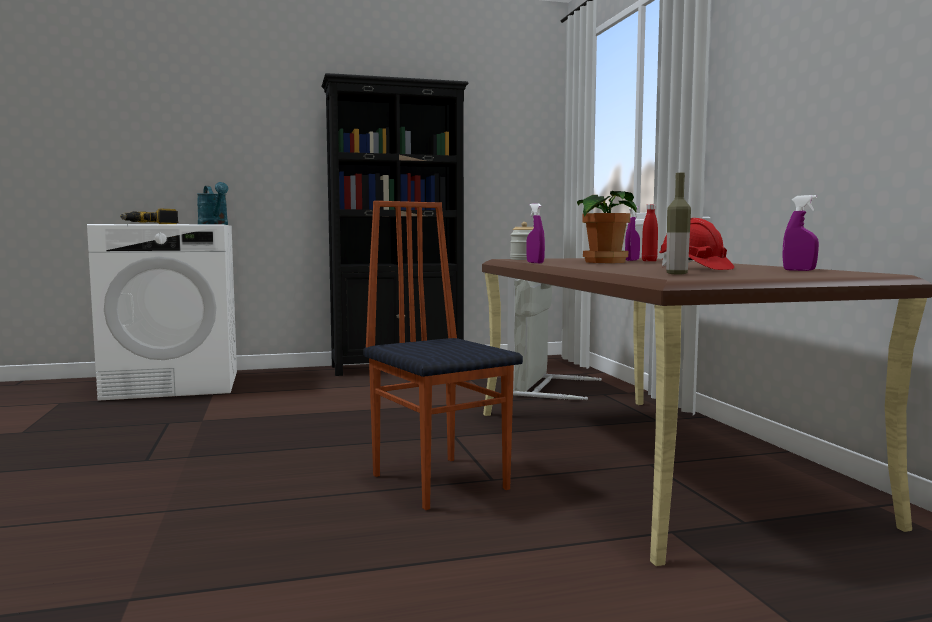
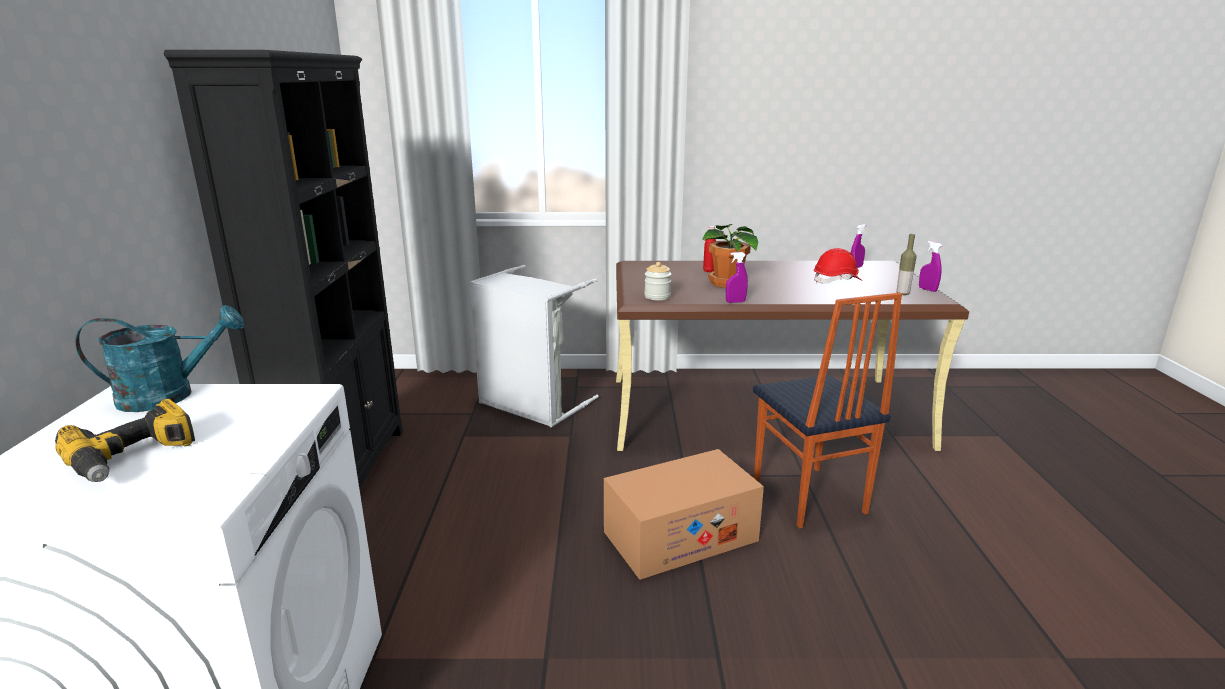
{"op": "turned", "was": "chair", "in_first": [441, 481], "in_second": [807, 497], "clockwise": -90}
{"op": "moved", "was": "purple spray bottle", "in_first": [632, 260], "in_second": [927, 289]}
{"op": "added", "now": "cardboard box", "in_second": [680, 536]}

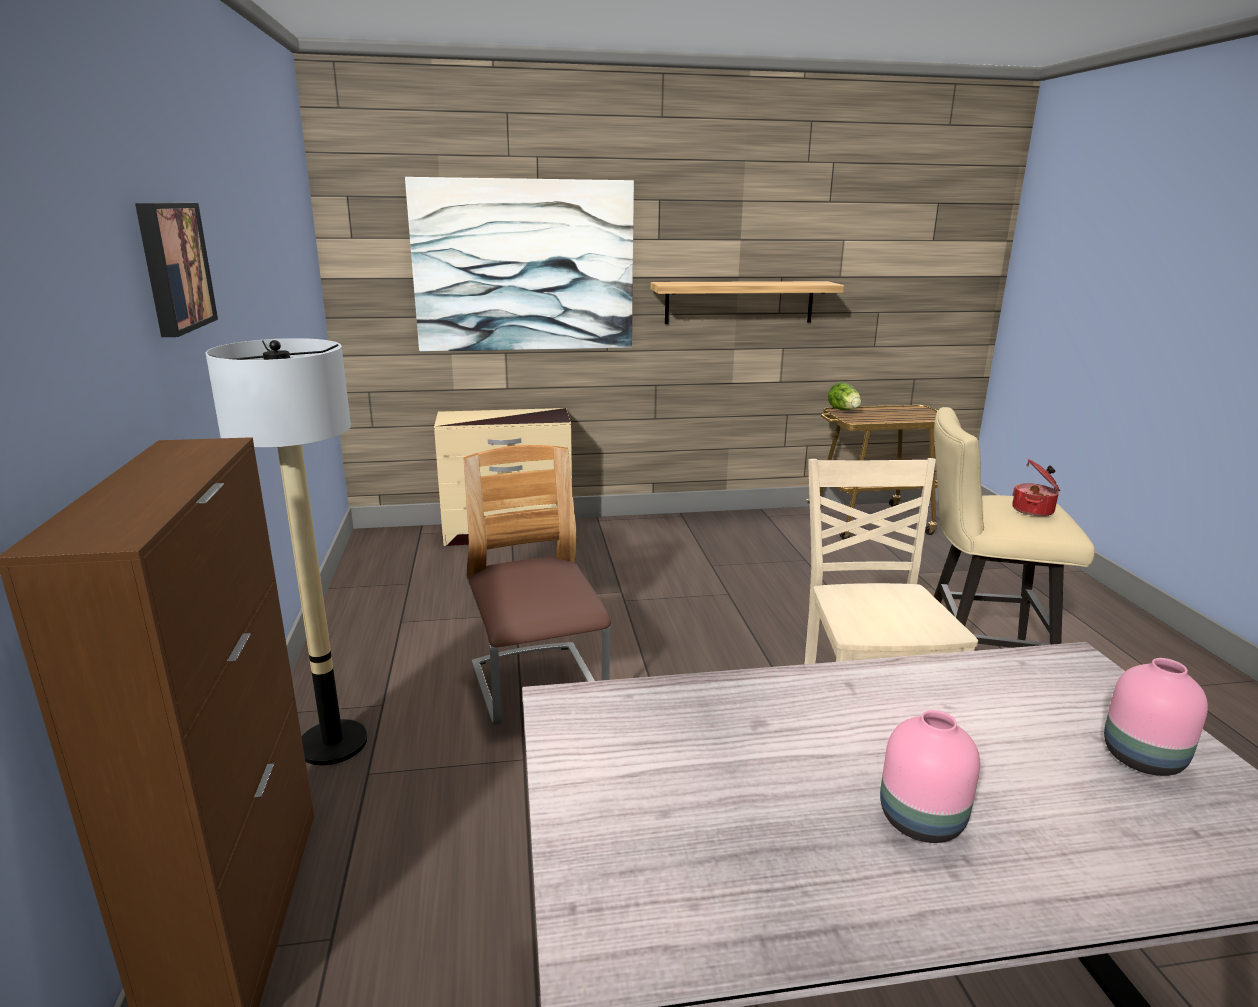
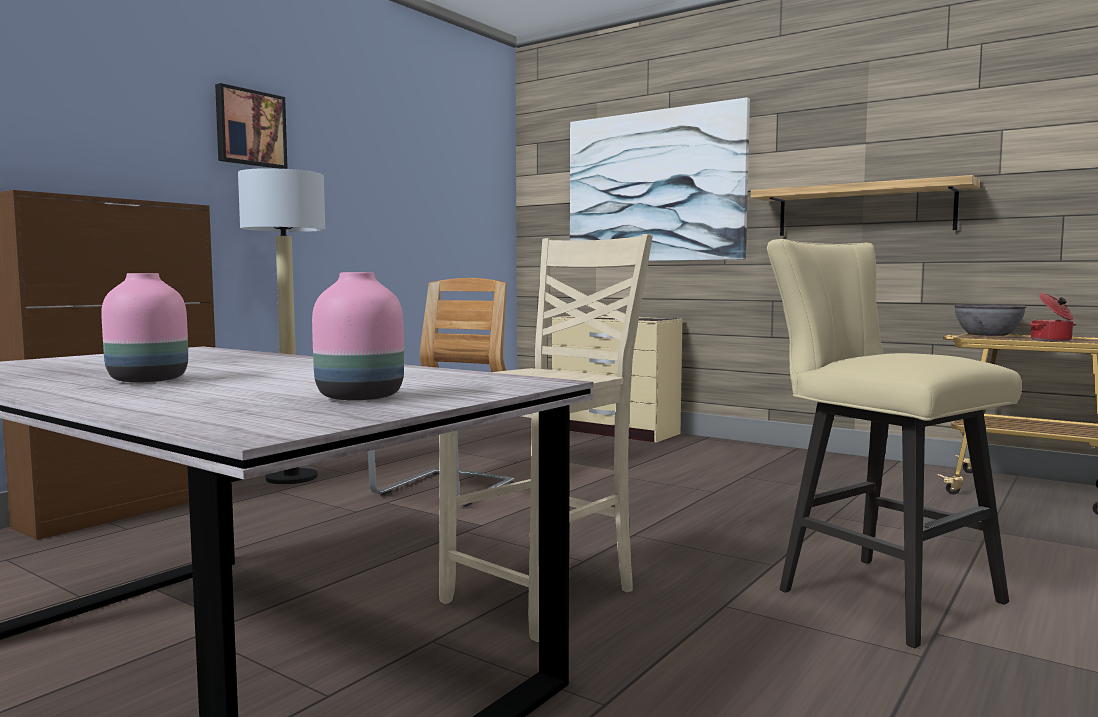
{"op": "replaced", "was": "lettuce", "now": "grey bowl", "in_first": [844, 410], "in_second": [988, 334]}
{"op": "moved", "was": "cooking pot", "in_first": [1034, 510], "in_second": [1052, 340]}

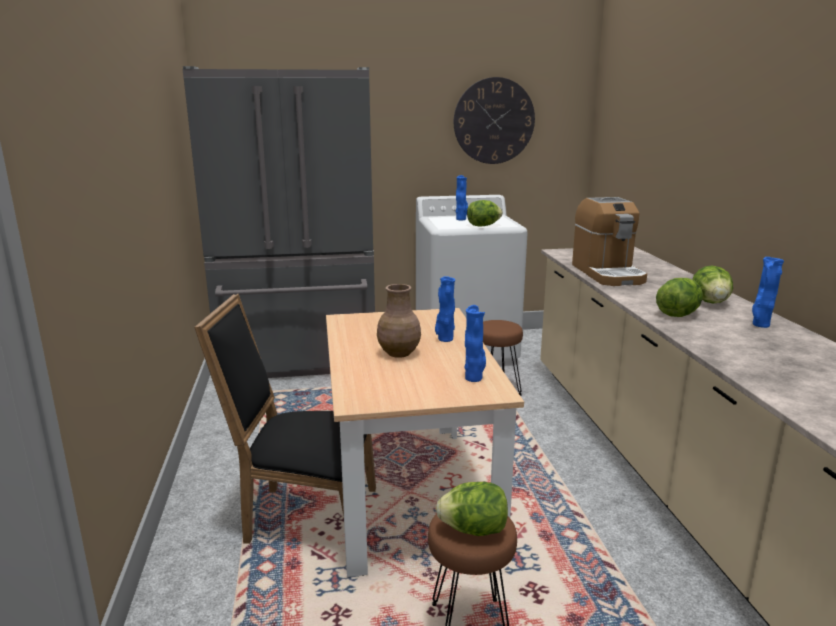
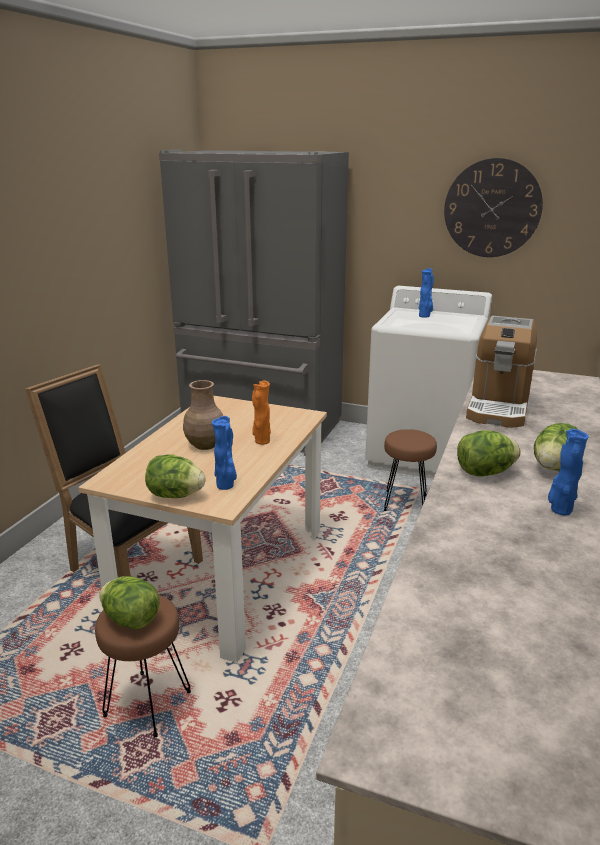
{"op": "moved", "was": "lettuce", "in_first": [483, 226], "in_second": [175, 495]}
{"op": "recoloured", "was": "blue vase", "now": "orange vase", "in_first": [444, 339], "in_second": [261, 441]}

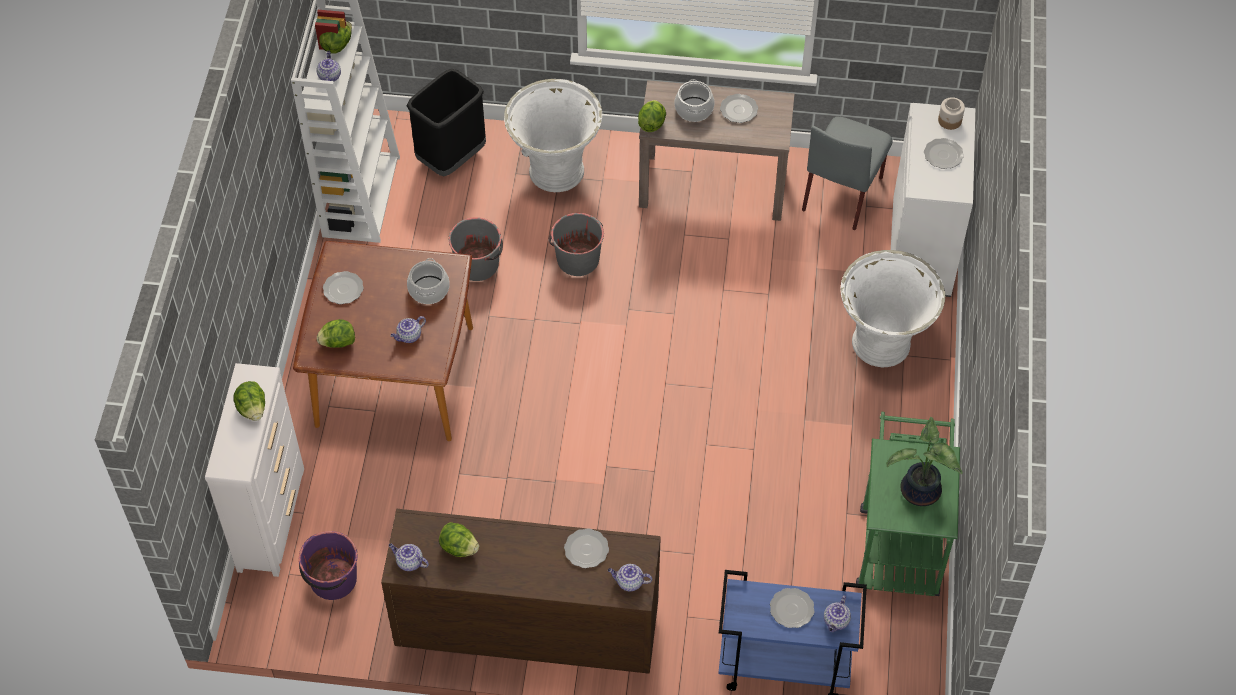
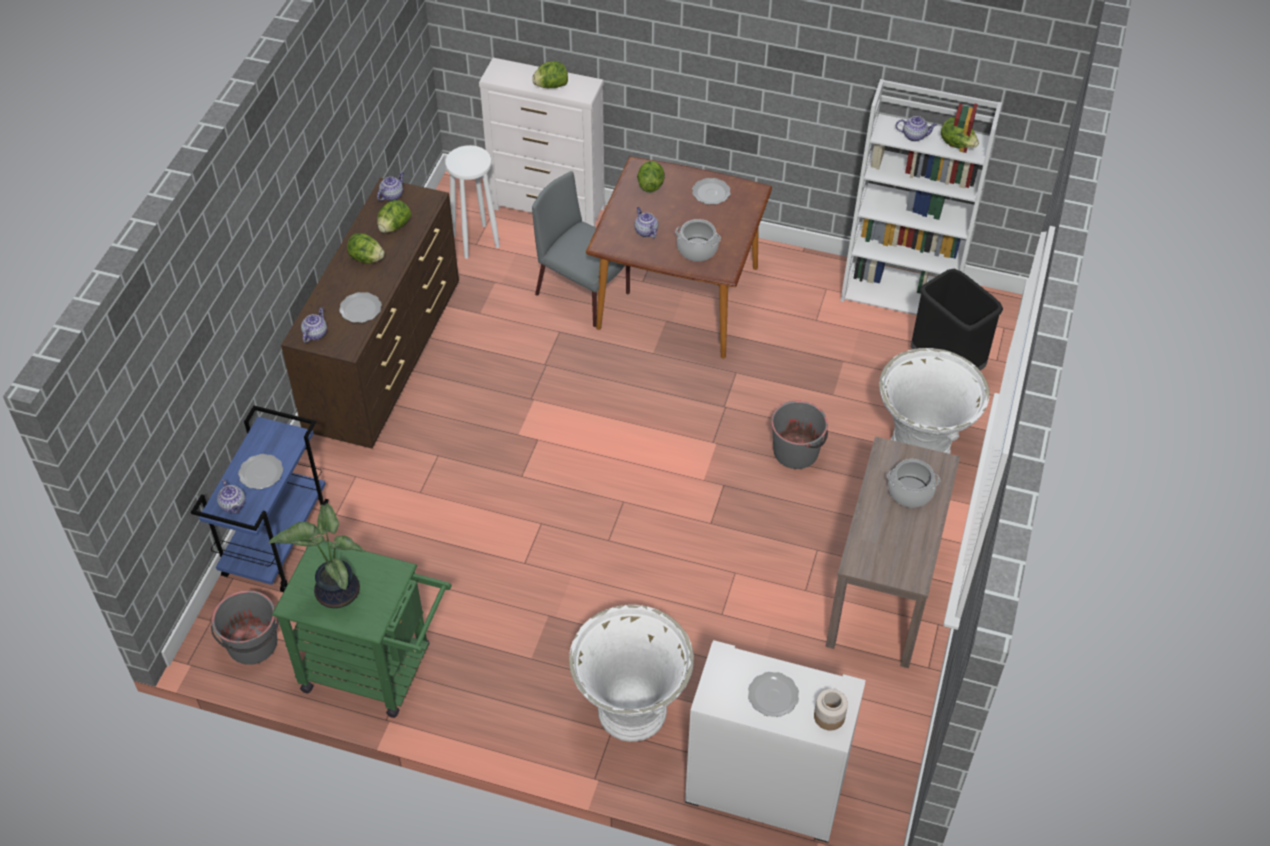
{"op": "removed", "was": "plate", "in_first": [738, 109]}
{"op": "moved", "was": "lettuce", "in_first": [652, 123], "in_second": [366, 259]}
{"op": "moved", "was": "grey chair", "in_first": [843, 192], "in_second": [584, 294]}
{"op": "moved", "was": "grey bucket", "in_first": [478, 264], "in_second": [253, 644]}
{"op": "replaced", "was": "purple bucket", "now": "white stool", "in_first": [332, 580], "in_second": [476, 241]}
{"op": "turned", "was": "teapot", "in_first": [836, 621], "in_second": [233, 505], "clockwise": -150}

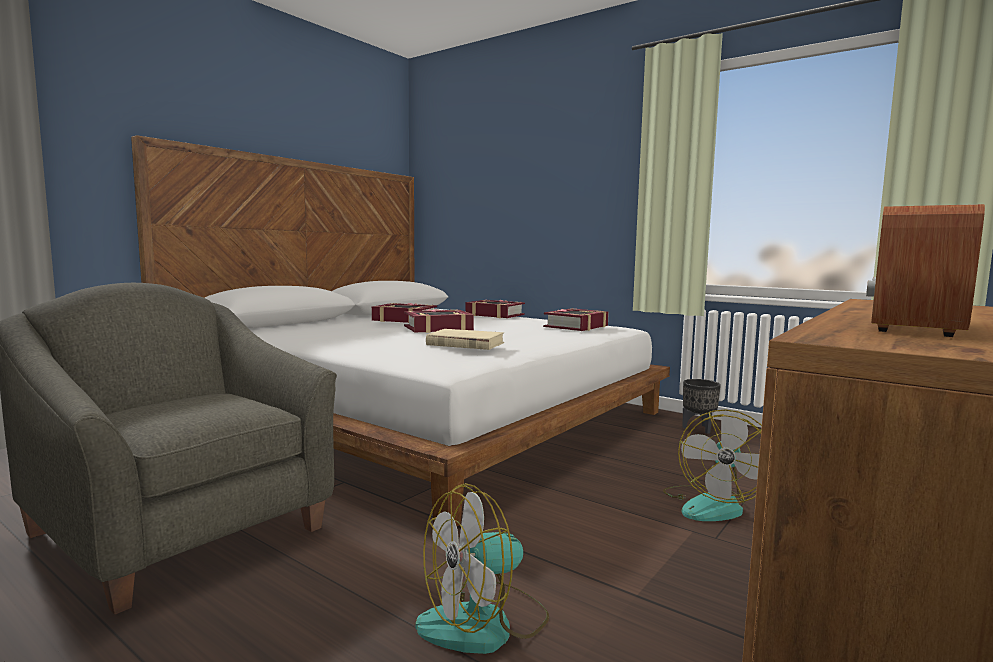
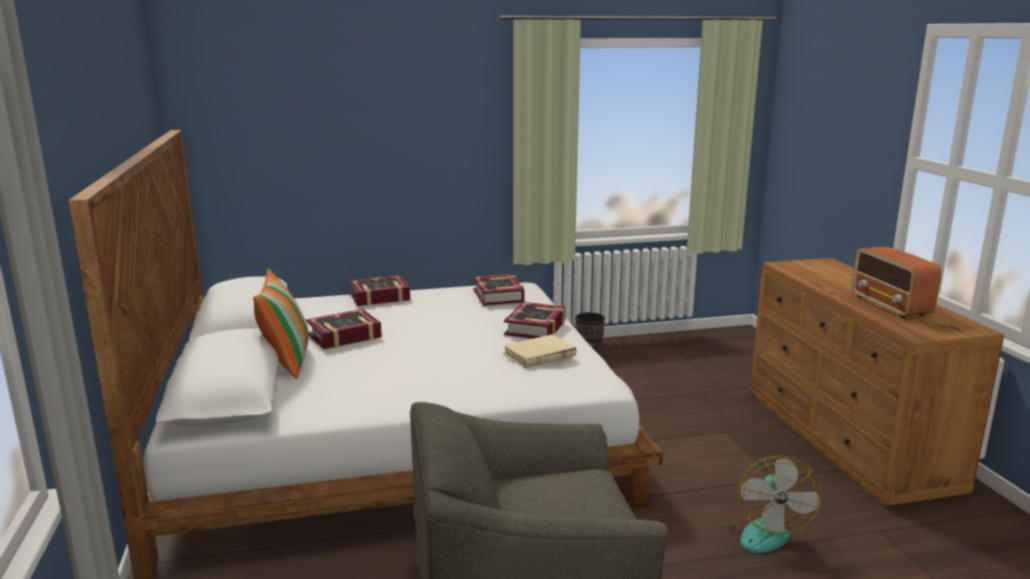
{"op": "moved", "was": "book", "in_first": [438, 328], "in_second": [536, 328]}
{"op": "removed", "was": "fan", "in_first": [712, 505]}
{"op": "added", "now": "pillow", "in_second": [286, 361]}

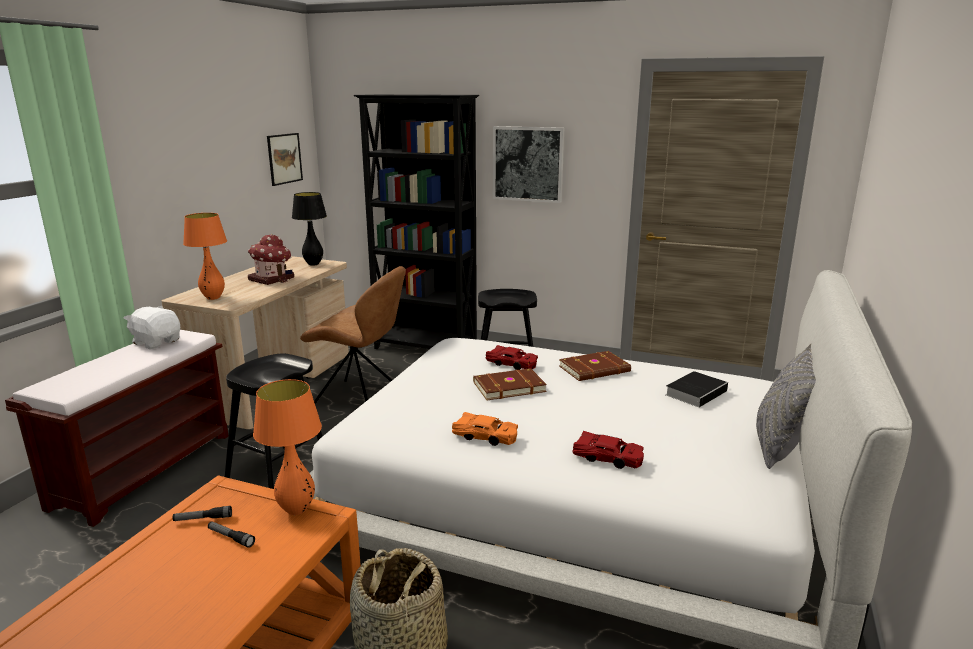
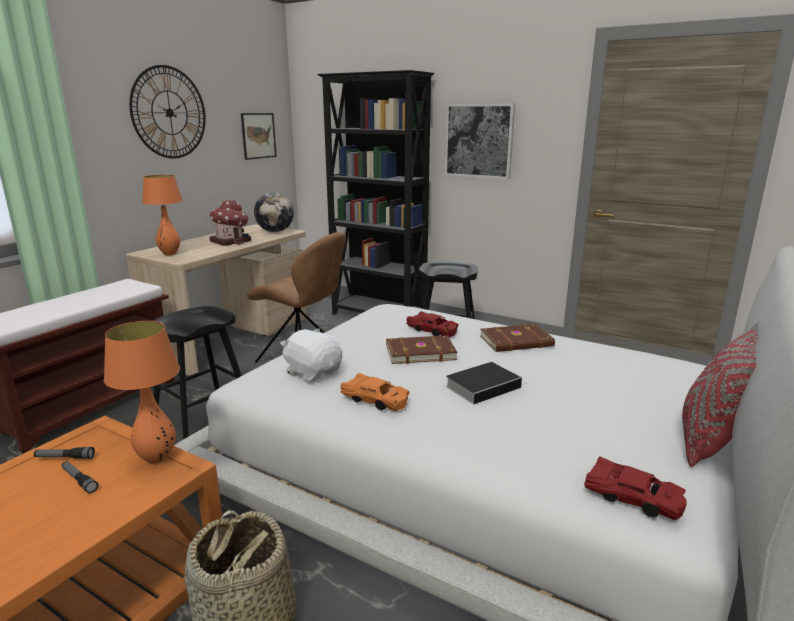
{"op": "replaced", "was": "black table lamp", "now": "globe", "in_first": [313, 264], "in_second": [275, 231]}
{"op": "moved", "was": "white plush toy", "in_first": [157, 342], "in_second": [313, 372]}
{"op": "recoloured", "was": "grey pillow", "now": "red pillow", "in_first": [779, 447], "in_second": [709, 441]}
{"op": "moved", "was": "book", "in_first": [696, 392], "in_second": [484, 386]}
{"op": "moved", "was": "red toy car", "in_first": [607, 458], "in_second": [632, 498]}
{"op": "added", "now": "wall clock", "in_second": [169, 112]}

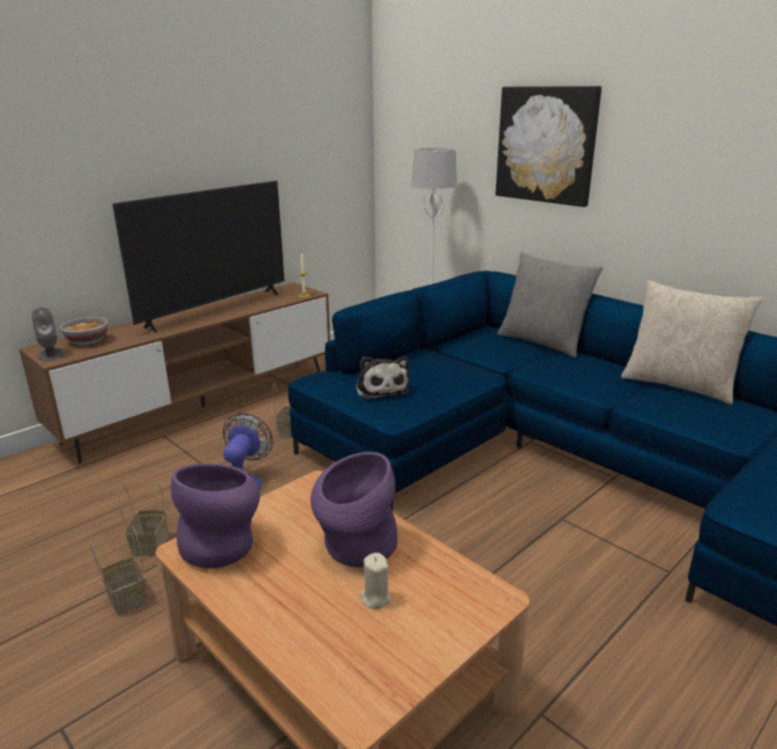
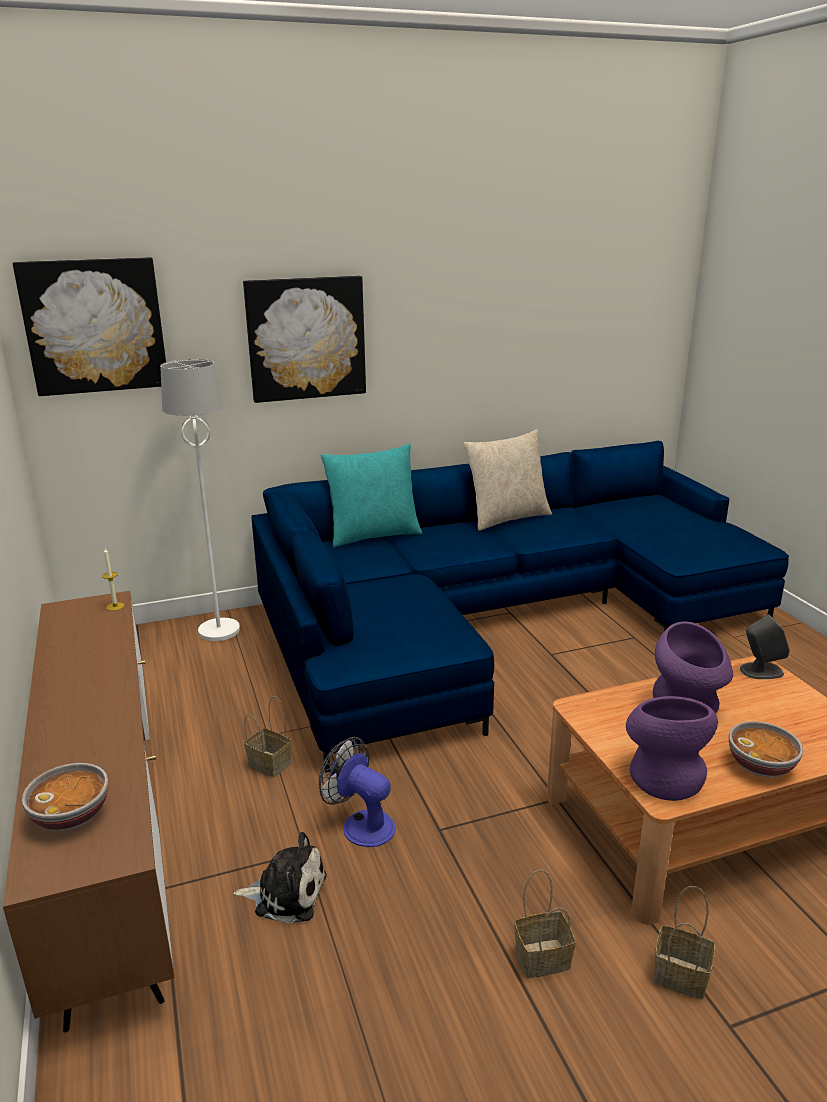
{"op": "removed", "was": "television", "in_first": [216, 310]}
{"op": "recoloured", "was": "grey pillow", "now": "turquoise pillow", "in_first": [543, 342], "in_second": [373, 535]}
{"op": "moved", "was": "grey speaker", "in_first": [51, 354], "in_second": [761, 671]}
{"op": "moved", "was": "plush toy", "in_first": [381, 388], "in_second": [286, 893]}
{"op": "moved", "was": "basket", "in_first": [149, 543], "in_second": [678, 976]}
{"op": "removed", "was": "beige candle", "in_first": [375, 598]}
{"op": "added", "now": "picture", "in_second": [94, 326]}
{"op": "added", "now": "bowl", "in_second": [761, 765]}

